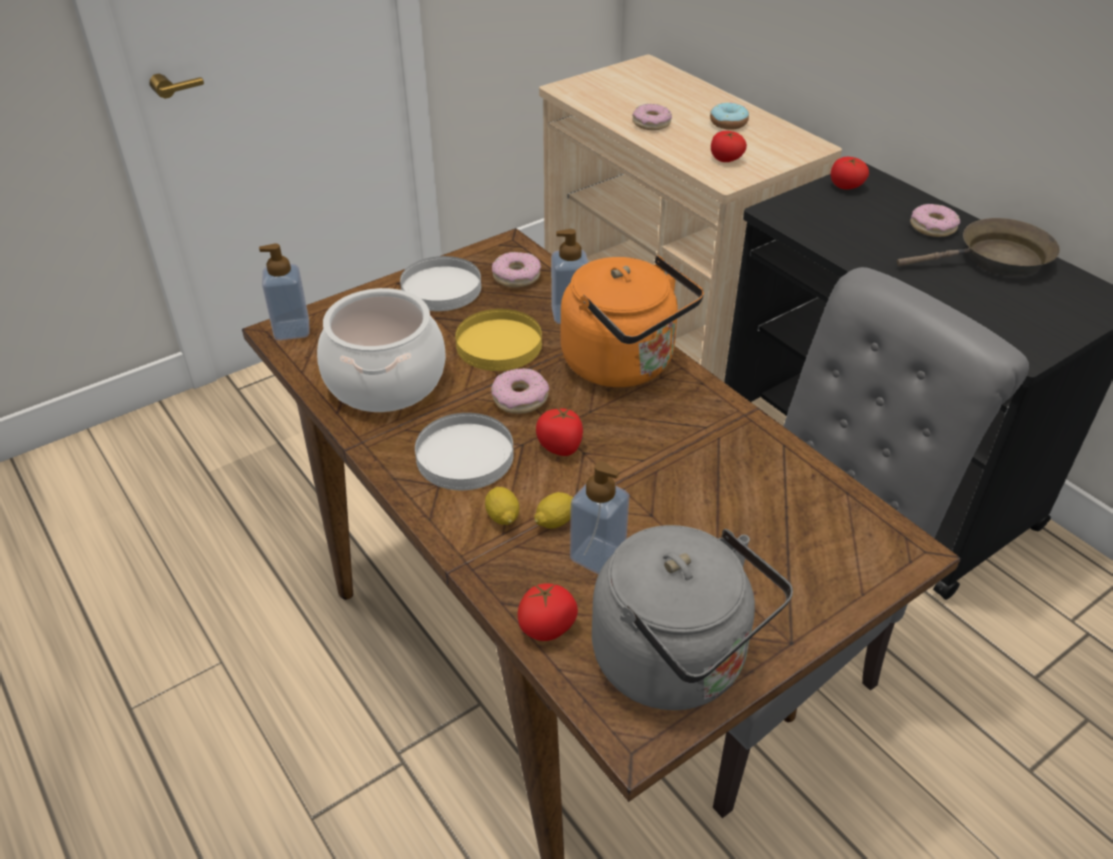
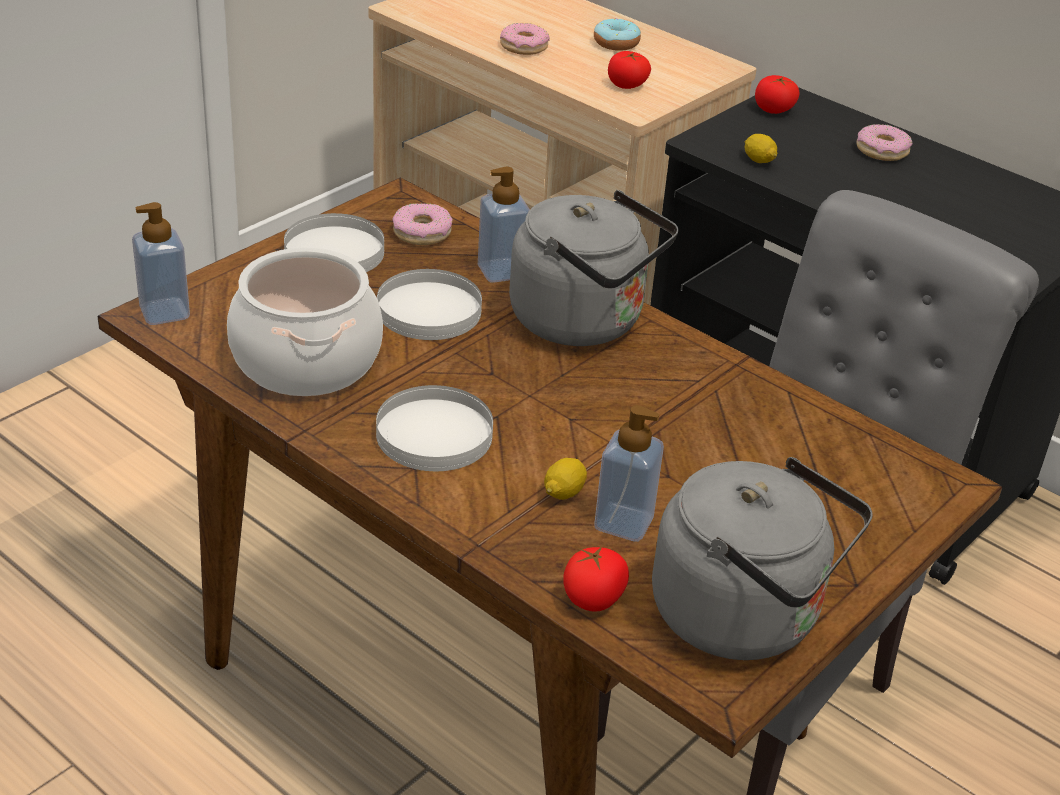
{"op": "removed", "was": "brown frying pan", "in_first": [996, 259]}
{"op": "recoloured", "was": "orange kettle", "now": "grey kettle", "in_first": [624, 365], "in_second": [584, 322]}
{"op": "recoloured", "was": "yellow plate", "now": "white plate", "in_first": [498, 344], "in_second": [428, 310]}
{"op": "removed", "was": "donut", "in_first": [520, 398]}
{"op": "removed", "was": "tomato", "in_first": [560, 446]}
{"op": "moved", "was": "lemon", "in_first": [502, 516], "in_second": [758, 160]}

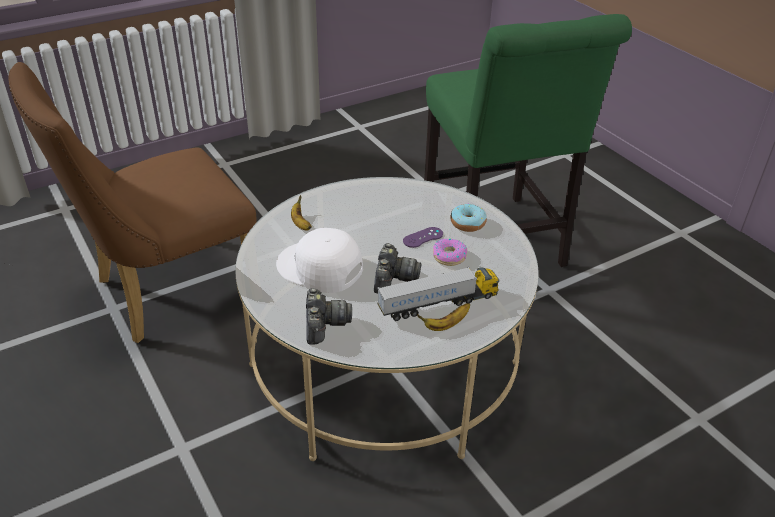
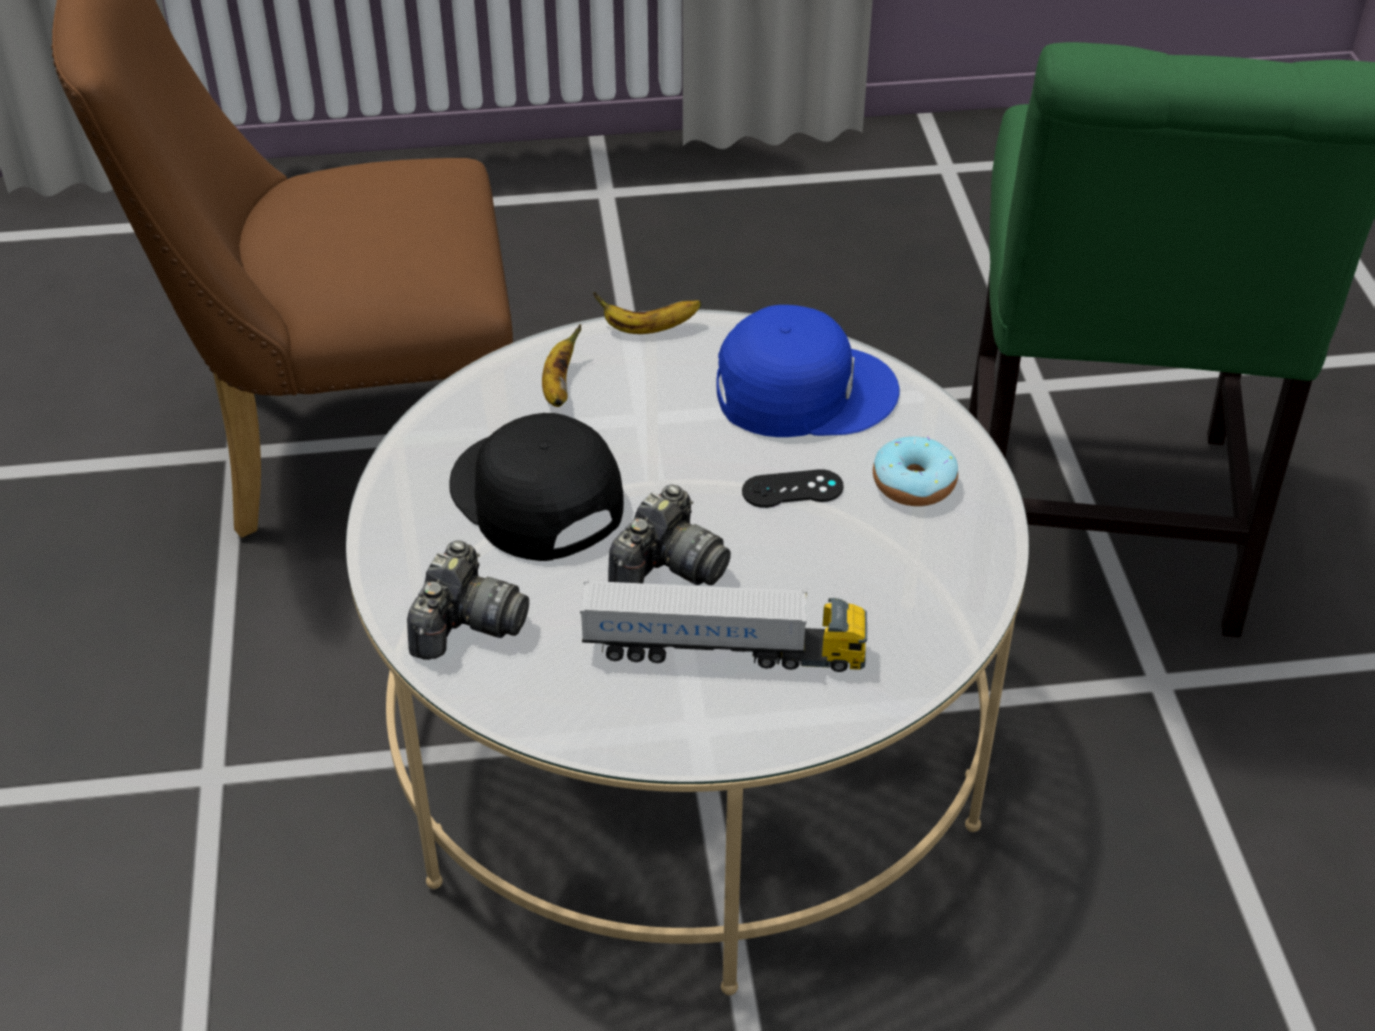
{"op": "recoloured", "was": "purple game controller", "now": "black game controller", "in_first": [423, 237], "in_second": [792, 489]}
{"op": "recoloured", "was": "white cap", "now": "black cap", "in_first": [319, 268], "in_second": [534, 497]}
{"op": "removed", "was": "donut", "in_first": [449, 256]}
{"op": "moved", "was": "banana", "in_first": [446, 325], "in_second": [648, 329]}
{"op": "added", "now": "blue cap", "in_second": [803, 390]}

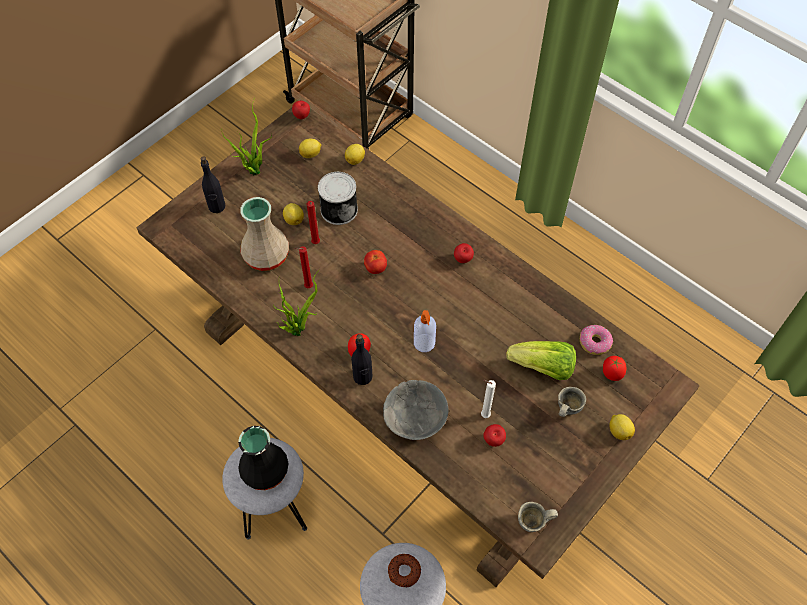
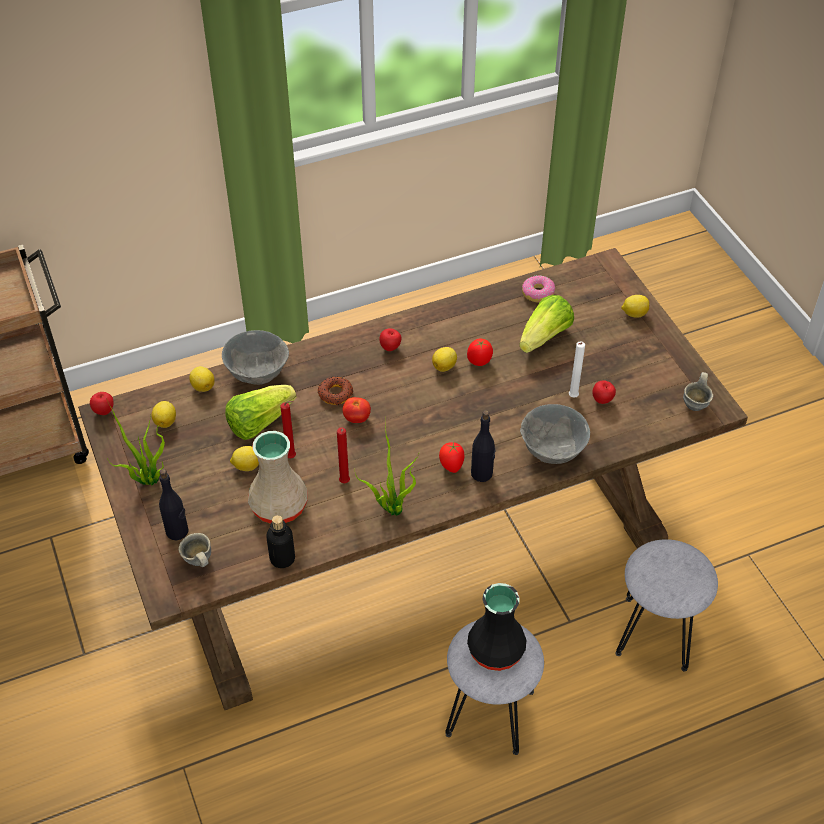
{"op": "replaced", "was": "can", "now": "lettuce", "in_first": [339, 209], "in_second": [259, 422]}
{"op": "removed", "was": "soap dispenser", "in_first": [424, 344]}
{"op": "moved", "was": "tomato", "in_first": [611, 374], "in_second": [479, 361]}
{"op": "moved", "was": "grey mug", "in_first": [566, 408], "in_second": [197, 562]}
{"op": "moved", "was": "donut", "in_first": [404, 571], "in_second": [335, 394]}
{"op": "added", "now": "grey bowl", "in_second": [258, 372]}
{"op": "added", "now": "lemon", "in_second": [445, 366]}
{"op": "added", "now": "bottle", "in_second": [282, 558]}

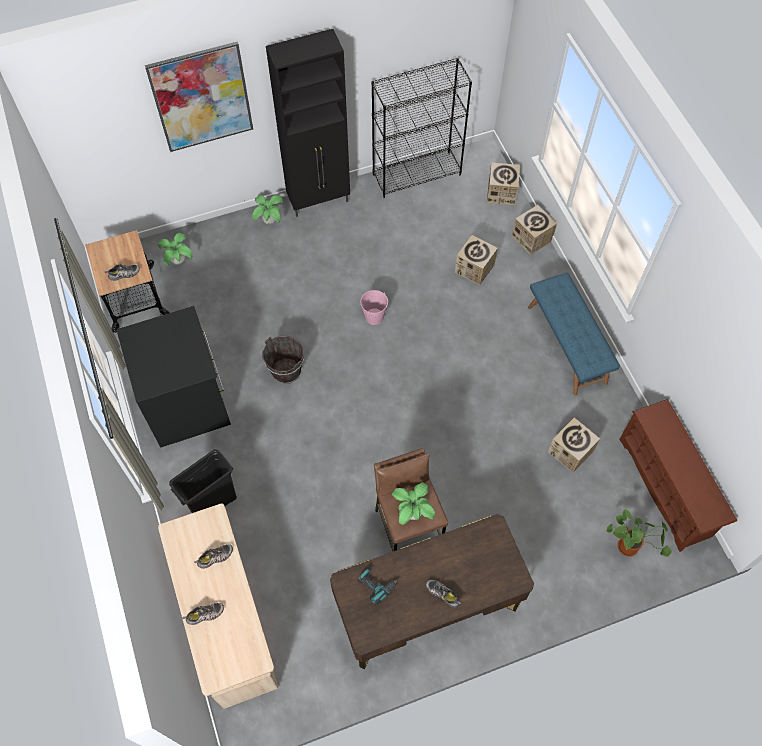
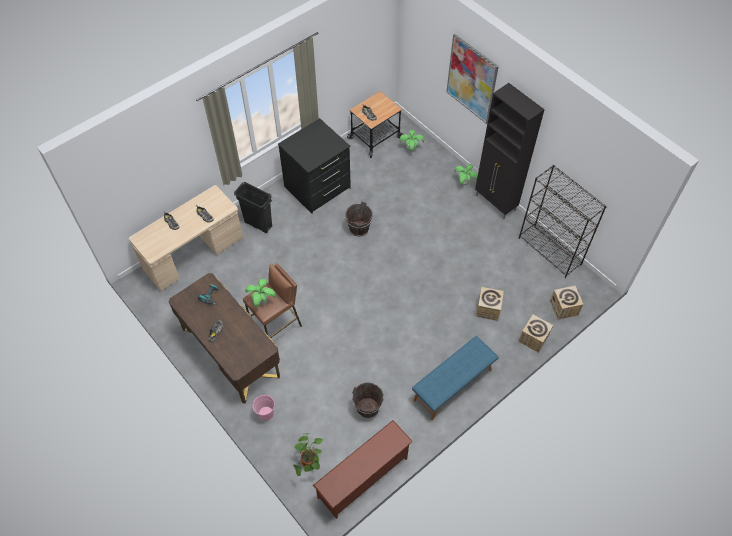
{"op": "moved", "was": "pink bucket", "in_first": [374, 316], "in_second": [266, 413]}
{"op": "replaced", "was": "cardboard box", "now": "brown bucket", "in_first": [570, 451], "in_second": [367, 408]}

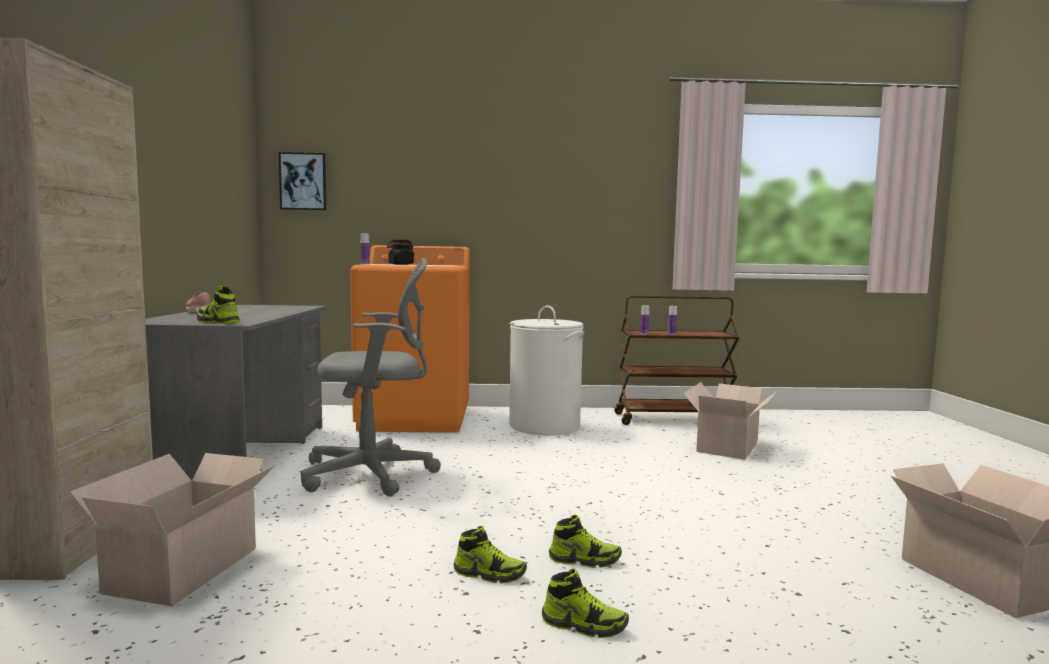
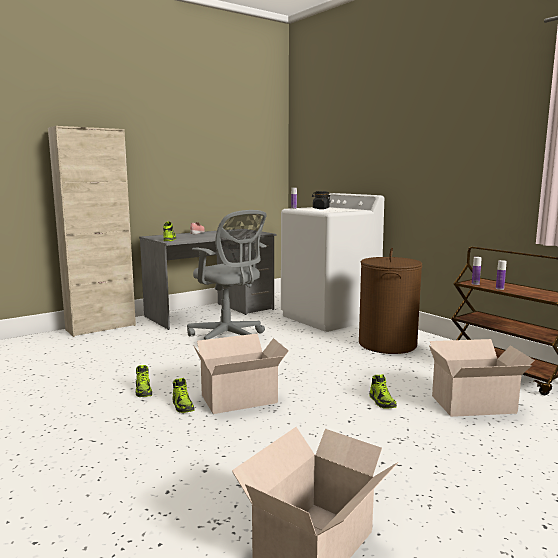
{"op": "removed", "was": "picture", "in_first": [303, 181]}
{"op": "recoloured", "was": "orange washing machine", "now": "white washing machine", "in_first": [416, 418], "in_second": [330, 317]}
{"op": "recoloured", "was": "white laundry basket", "now": "brown laundry basket", "in_first": [544, 426], "in_second": [387, 344]}
{"op": "moved", "was": "cardboard box", "in_first": [187, 568], "in_second": [241, 399]}
{"op": "moved", "was": "shoe", "in_first": [584, 625], "in_second": [382, 402]}

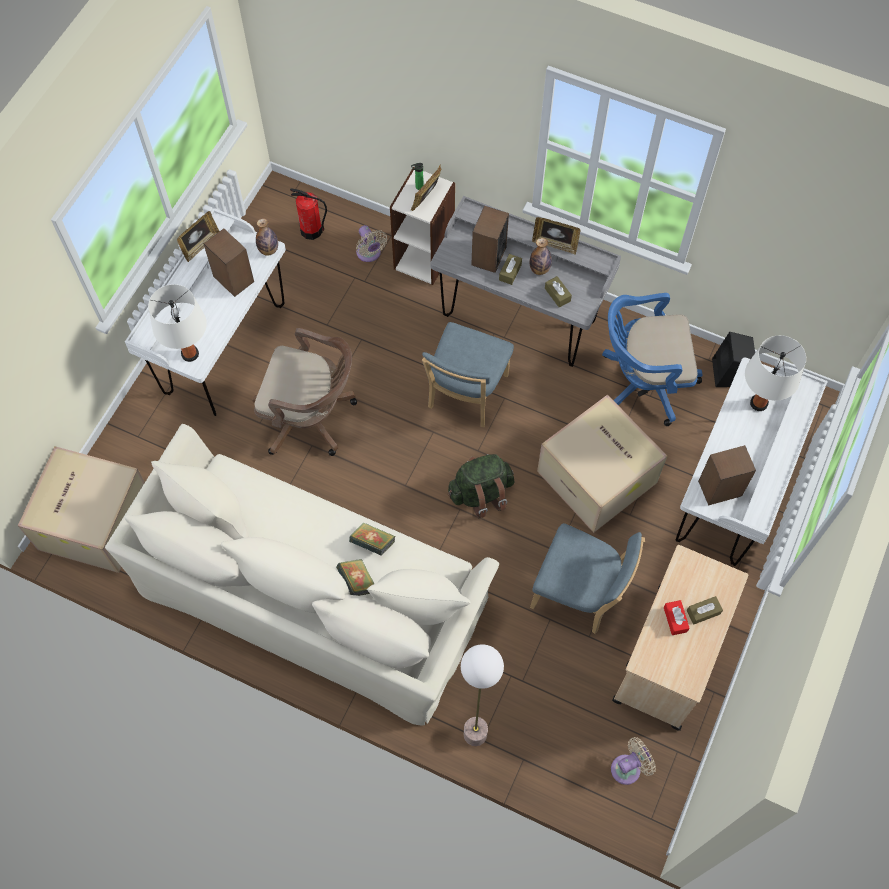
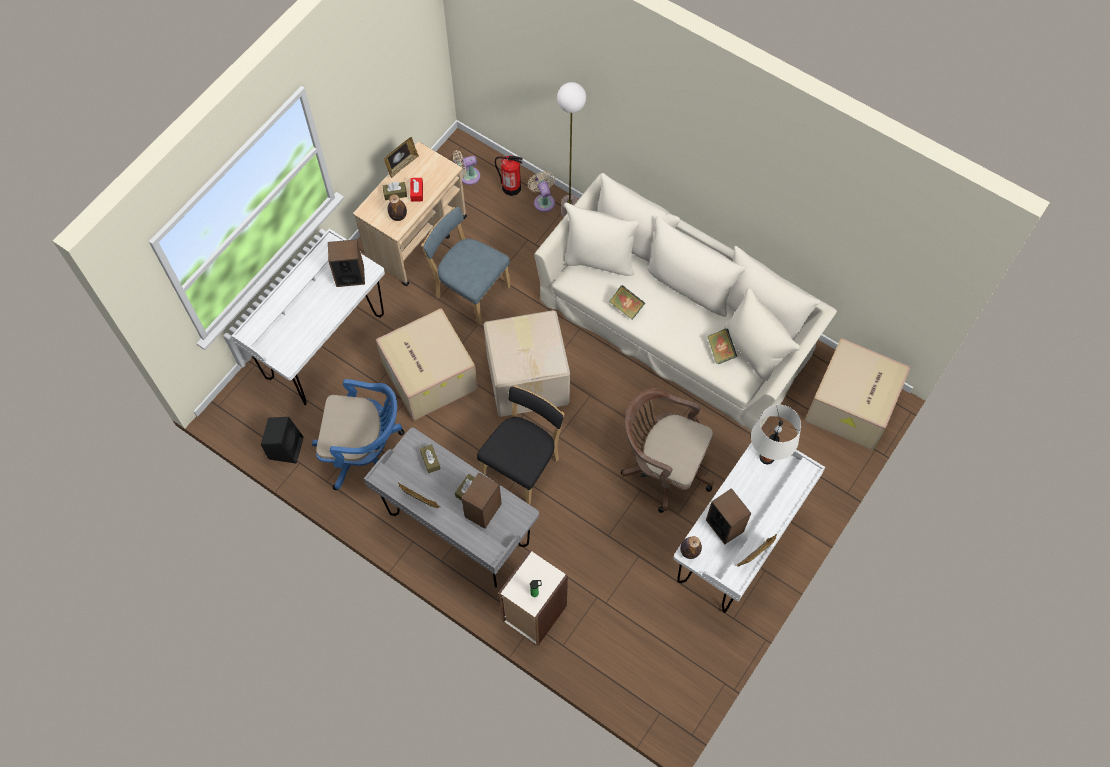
{"op": "moved", "was": "picture frame", "in_first": [426, 198], "in_second": [402, 165]}
{"op": "moved", "was": "fire extinguisher", "in_first": [311, 230], "in_second": [511, 187]}
{"op": "moved", "was": "beige fan", "in_first": [369, 254], "in_second": [543, 201]}
{"op": "moved", "was": "bottle", "in_first": [539, 269], "in_second": [398, 216]}
{"op": "recoloured", "was": "blue chair", "now": "black chair", "in_first": [465, 394], "in_second": [523, 466]}
{"op": "removed", "was": "white table lamp", "in_first": [759, 403]}
{"op": "replaced", "was": "green backpack", "now": "cardboard box", "in_first": [481, 493], "in_second": [528, 378]}
{"op": "moved", "was": "book", "in_first": [357, 582], "in_second": [720, 351]}

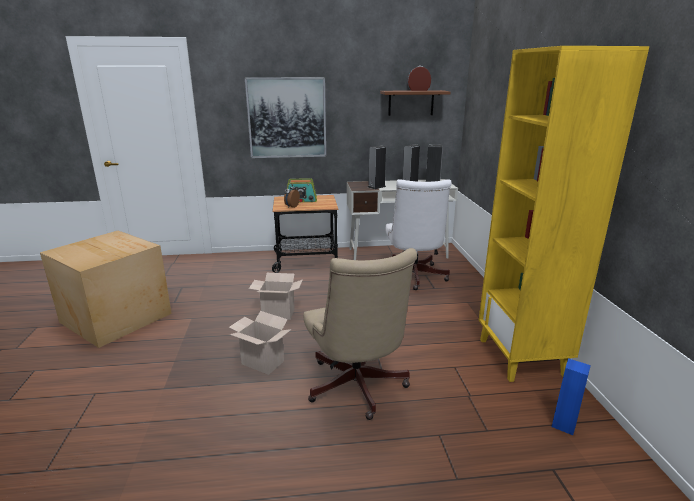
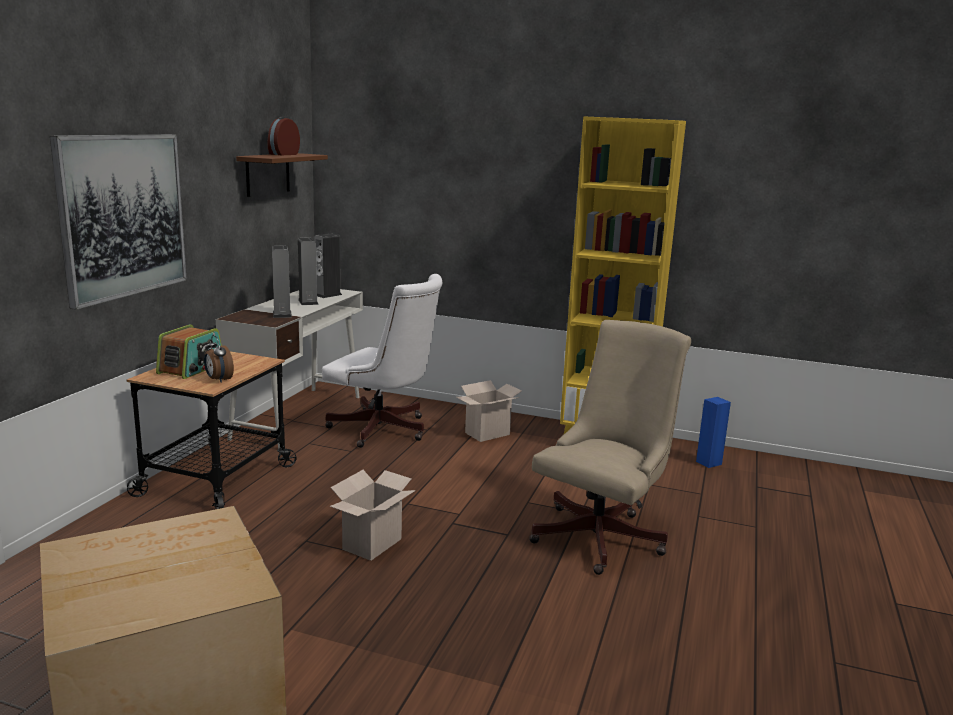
{"op": "turned", "was": "beige office chair", "in_first": [357, 389], "in_second": [603, 535], "clockwise": -60}
{"op": "moved", "was": "cardboard box", "in_first": [261, 363], "in_second": [487, 434]}

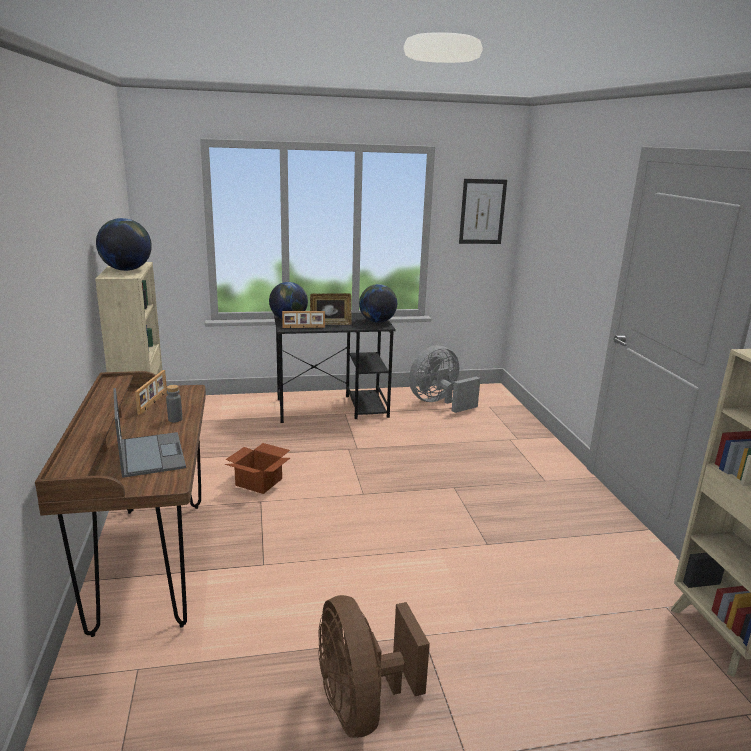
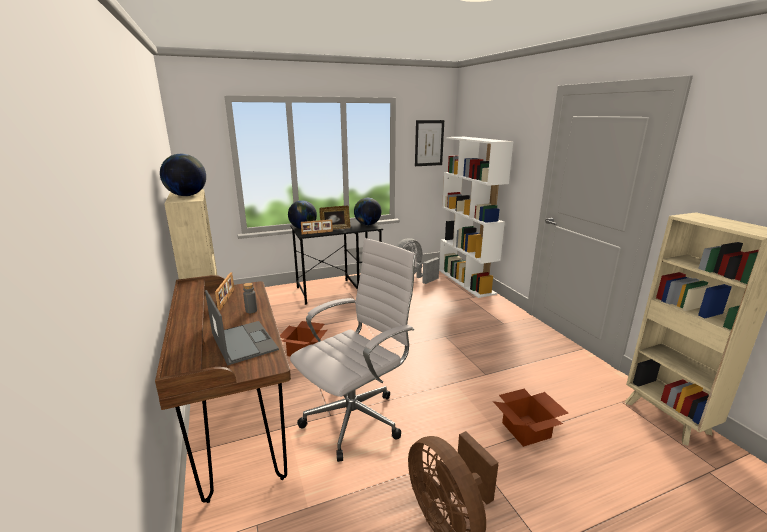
{"op": "added", "now": "white bookcase", "in_second": [466, 281]}
{"op": "added", "now": "white office chair", "in_second": [357, 418]}
{"op": "added", "now": "cardboard box", "in_second": [527, 430]}

